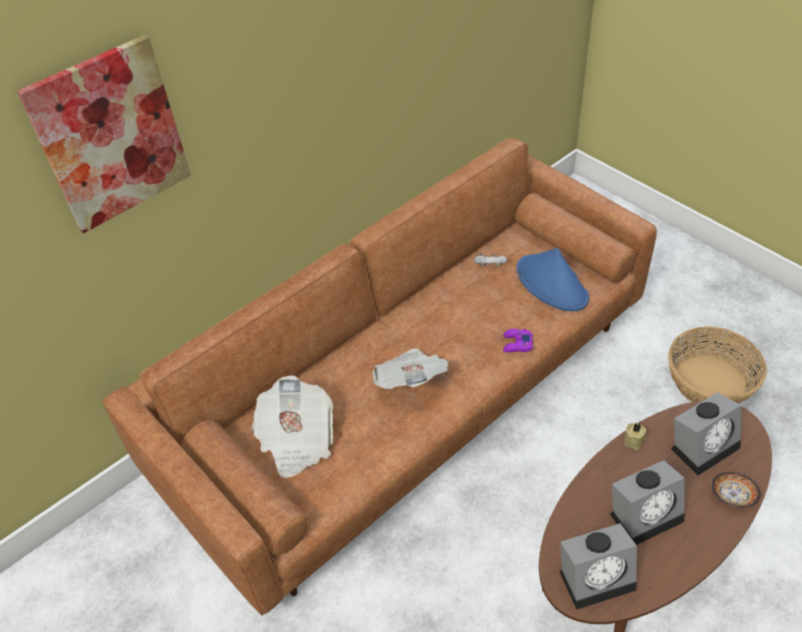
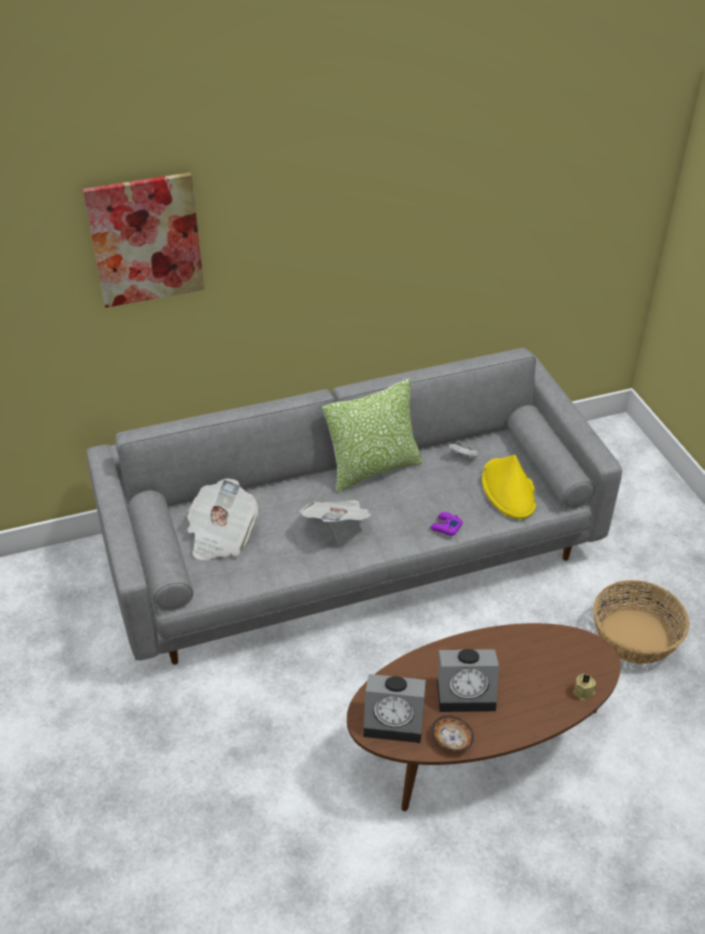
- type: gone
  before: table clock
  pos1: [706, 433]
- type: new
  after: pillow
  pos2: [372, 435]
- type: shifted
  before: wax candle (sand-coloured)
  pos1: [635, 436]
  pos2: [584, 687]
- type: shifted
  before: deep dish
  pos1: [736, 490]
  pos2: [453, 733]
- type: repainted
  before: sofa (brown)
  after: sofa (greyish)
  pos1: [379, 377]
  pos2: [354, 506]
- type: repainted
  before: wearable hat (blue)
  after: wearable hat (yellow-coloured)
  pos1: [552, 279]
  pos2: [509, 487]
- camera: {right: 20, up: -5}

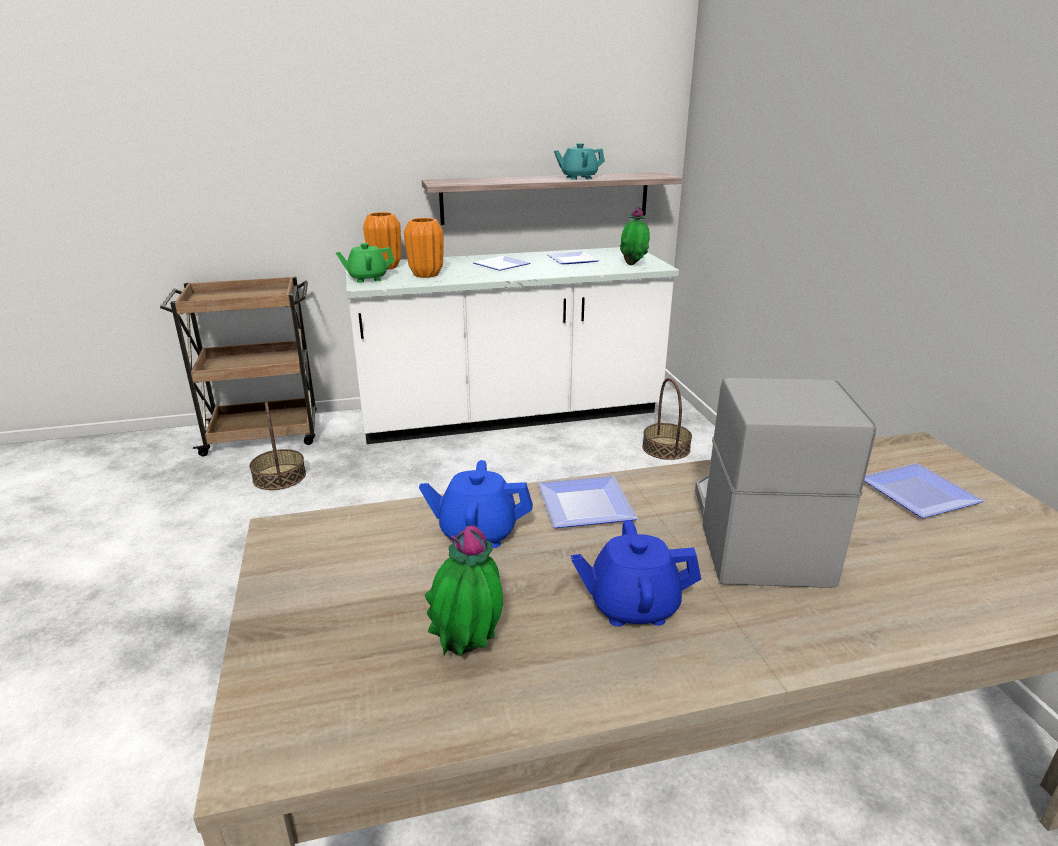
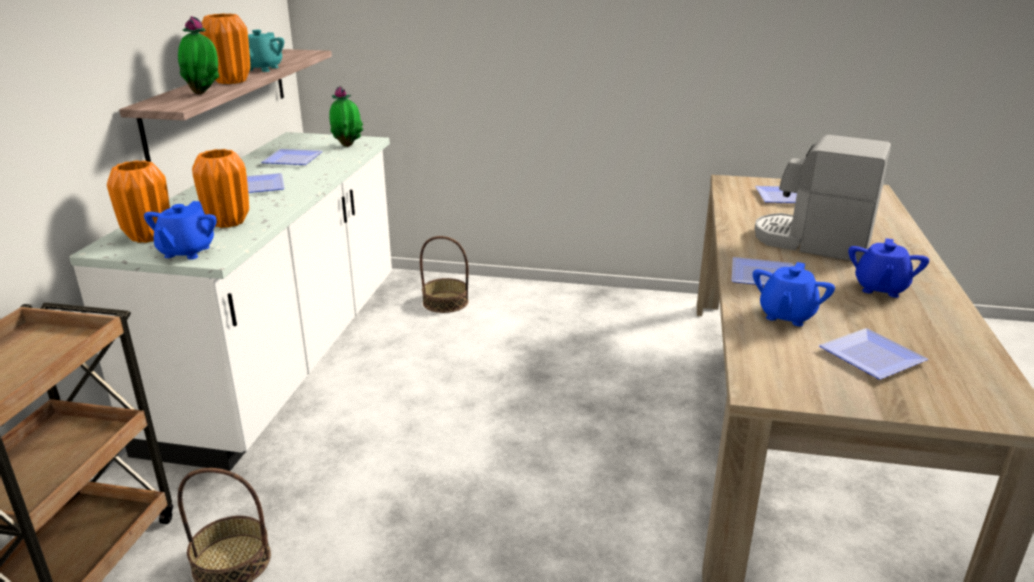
- type: new
  after: flower vase (orangey)
  pos2: [224, 49]
- type: new
  after: plate
  pos2: [873, 354]
- type: shifted
  before: plant in a pot
  pos1: [464, 590]
  pos2: [198, 55]
- type: repainted
  before: teapot (greenish)
  after: teapot (blue)
  pos1: [365, 263]
  pos2: [180, 230]
- camera: {right: -65, up: 0}

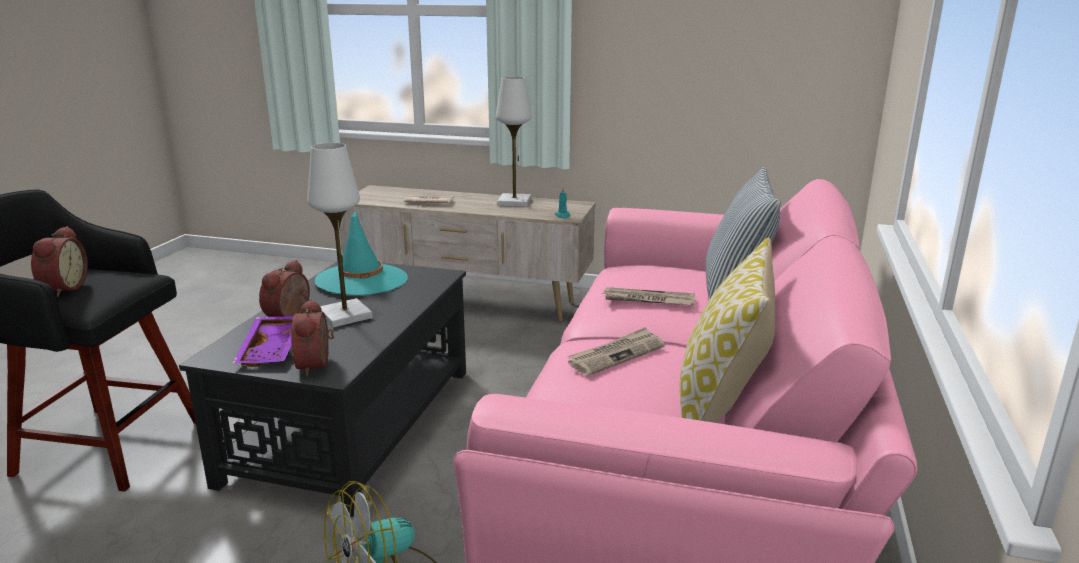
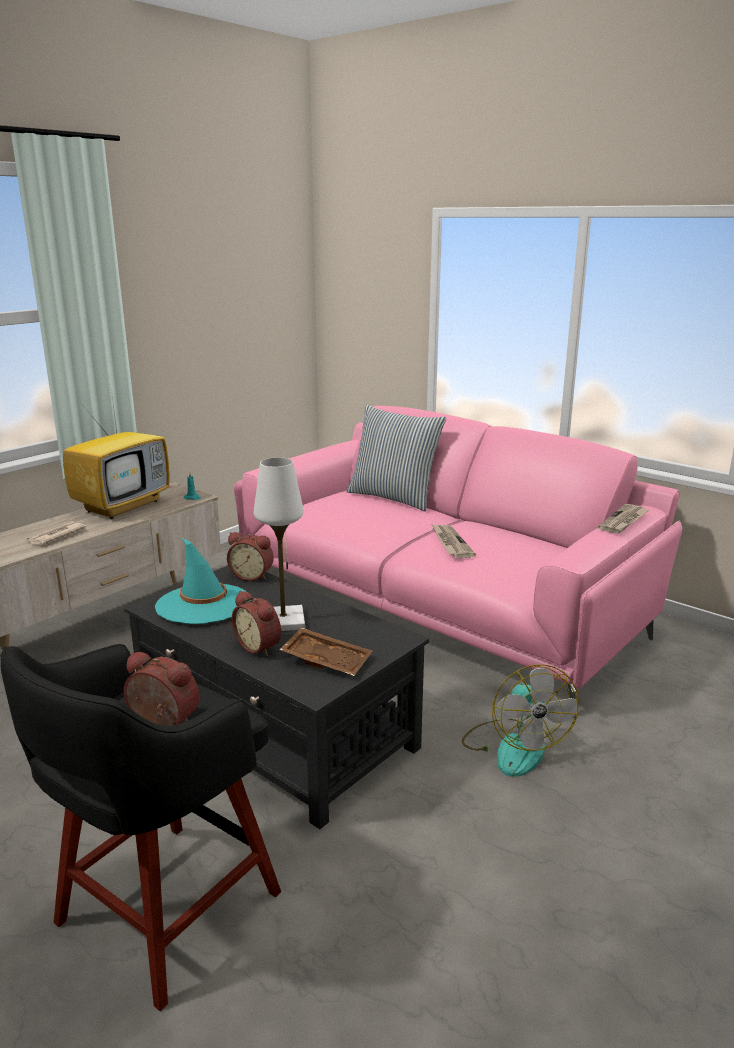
- type: gone
  before: pillow
  pos1: [727, 330]
- type: shifted
  before: table clock
  pos1: [312, 337]
  pos2: [250, 556]
- type: shifted
  before: newspaper
  pos1: [649, 296]
  pos2: [623, 519]
- type: swapped
  before: lamp for a table (white)
  after: TV
  pos1: [513, 141]
  pos2: [116, 454]
- type: repainted
  before: serving tray (purple)
  after: serving tray (brown)
  pos1: [263, 341]
  pos2: [326, 651]
- camera: {right: -65, up: 0}

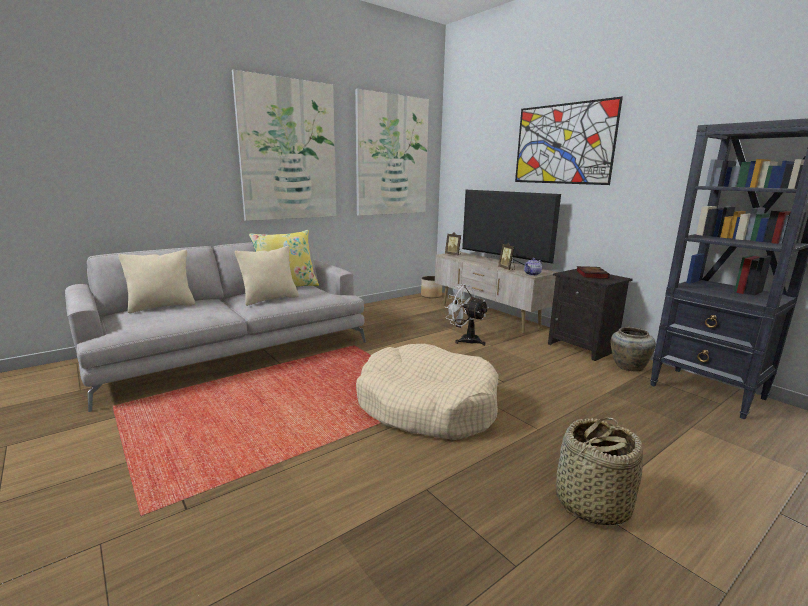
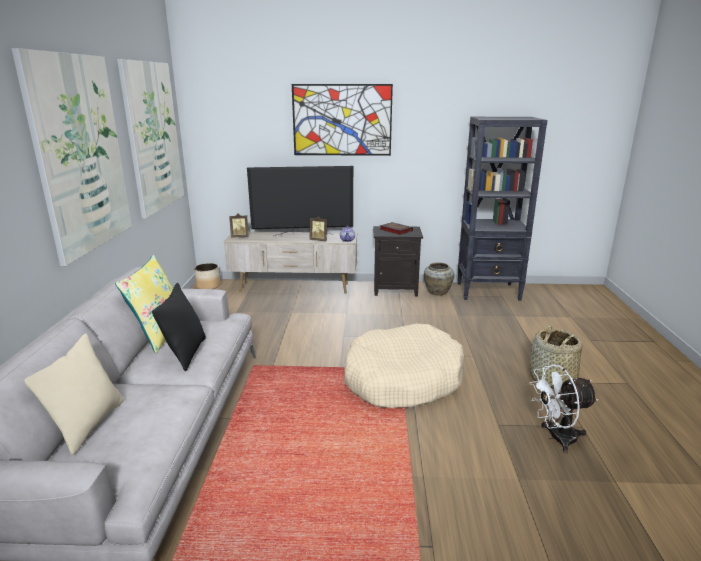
- type: shifted
  before: electric fan (white)
  pos1: [467, 315]
  pos2: [563, 408]
- type: repainted
  before: pillow (sand-coloured)
  after: pillow (black-coloured)
  pos1: [267, 276]
  pos2: [179, 327]
- camera: {right: -50, up: 5}

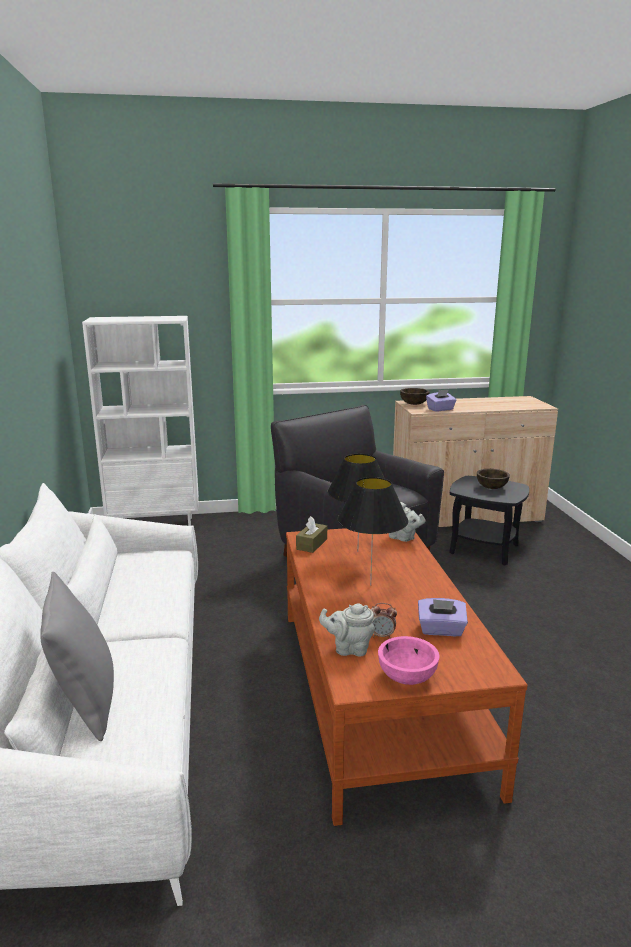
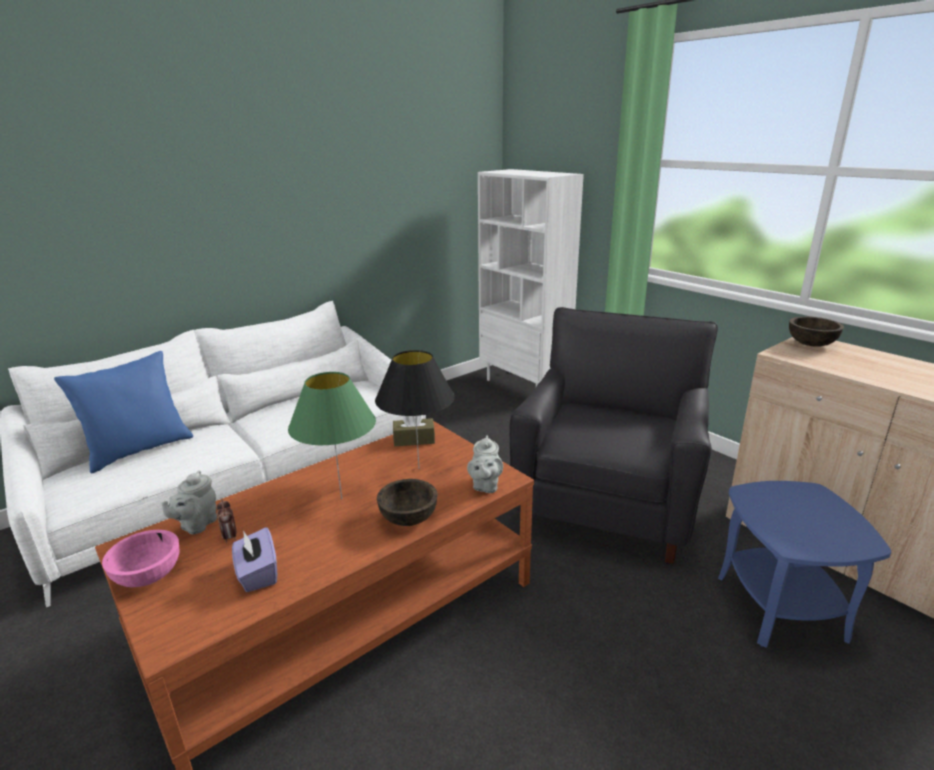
- type: gone
  before: tissue holder (purple)
  pos1: [441, 400]
- type: shifted
  before: deep dish (brown)
  pos1: [493, 479]
  pos2: [407, 502]
- type: repainted
  before: pillow (greyish)
  after: pillow (blue)
  pos1: [77, 656]
  pos2: [123, 412]
- type: repainted
  before: lamp for a table (black-coloured)
  after: lamp for a table (greenish)
  pos1: [372, 531]
  pos2: [332, 436]
- type: repainted
  before: side table (black-coloured)
  after: side table (blue)
  pos1: [489, 520]
  pos2: [804, 564]
- type: rotated
  before: teapot (greyish)
  pos1: [347, 630]
  pos2: [189, 502]
  turn: -135
- camera: {right: 60, up: 5}

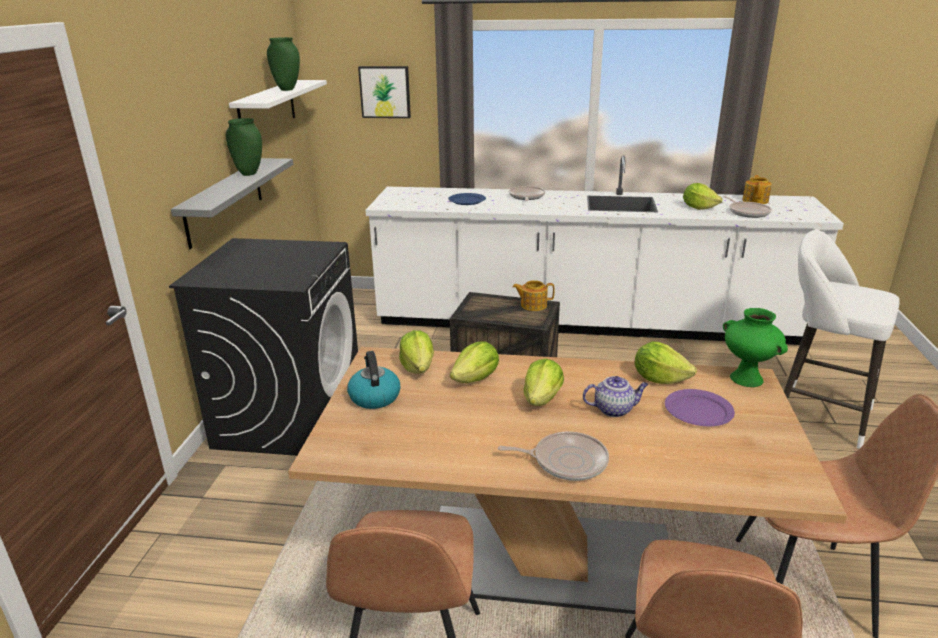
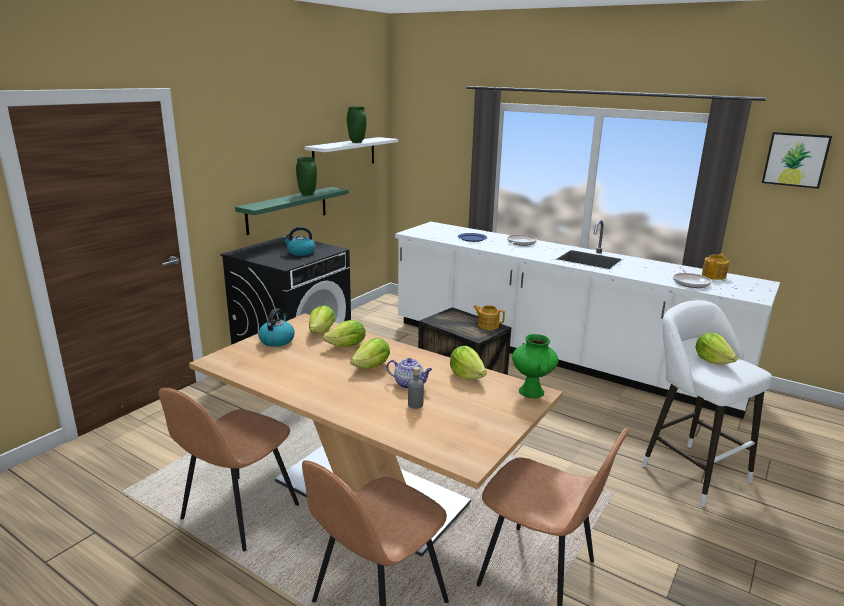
- type: gone
  before: skillet
  pos1: [553, 456]
- type: gone
  before: plate (purple)
  pos1: [700, 407]
- type: new
  after: tea kettle
  pos2: [298, 241]
- type: new
  after: drink bottle (greyish)
  pos2: [416, 388]
- type: shifted
  before: wall art
  pos1: [384, 92]
  pos2: [797, 160]
- type: shifted
  before: lettuce head
  pos1: [702, 196]
  pos2: [716, 348]
- type: repainted
  before: bracket shelf (greyish)
  after: bracket shelf (greenish)
  pos1: [232, 203]
  pos2: [292, 211]
- camera: {right: 25, up: -5}

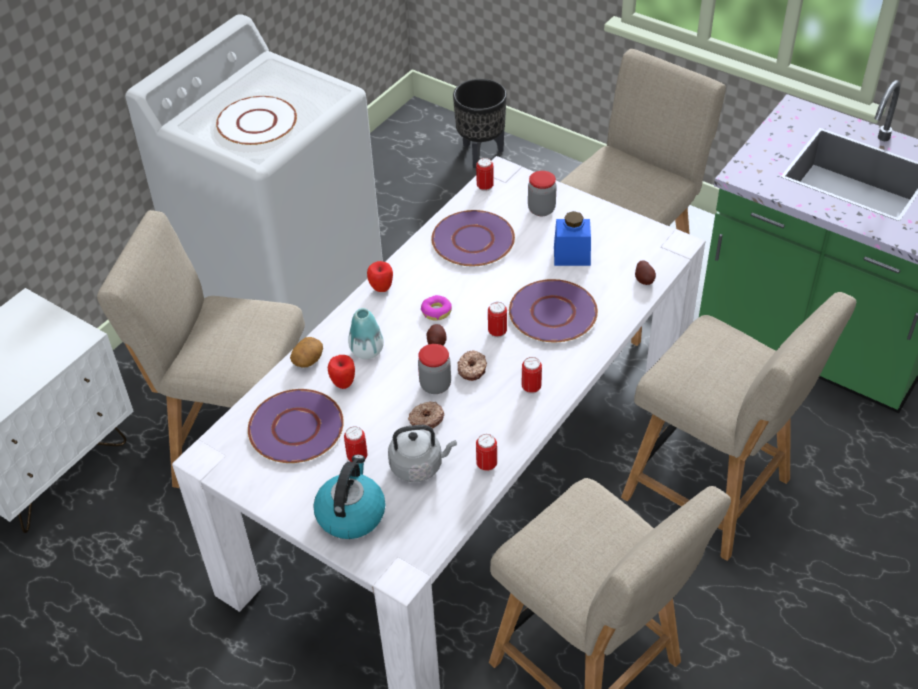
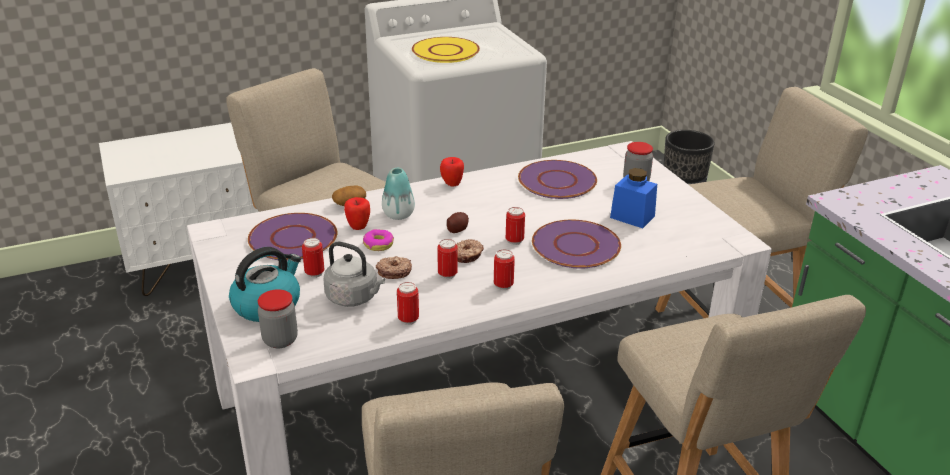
- type: gone
  before: whole potato
  pos1: [645, 272]
- type: shifted
  before: jar
  pos1: [434, 369]
  pos2: [278, 319]
- type: shifted
  before: ring doughnut
  pos1: [436, 307]
  pos2: [378, 240]
- type: shifted
  before: sealed can
  pos1: [485, 174]
  pos2: [447, 259]
- type: repainted
  before: plate (white)
  after: plate (yellow-coloured)
  pos1: [256, 121]
  pos2: [446, 50]
- camera: {right: 30, up: -15}

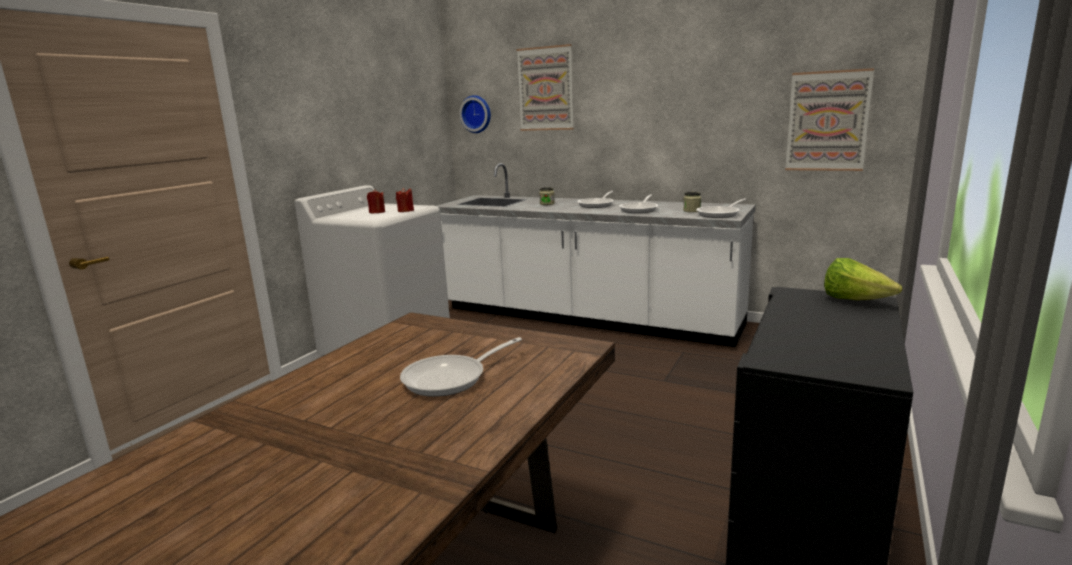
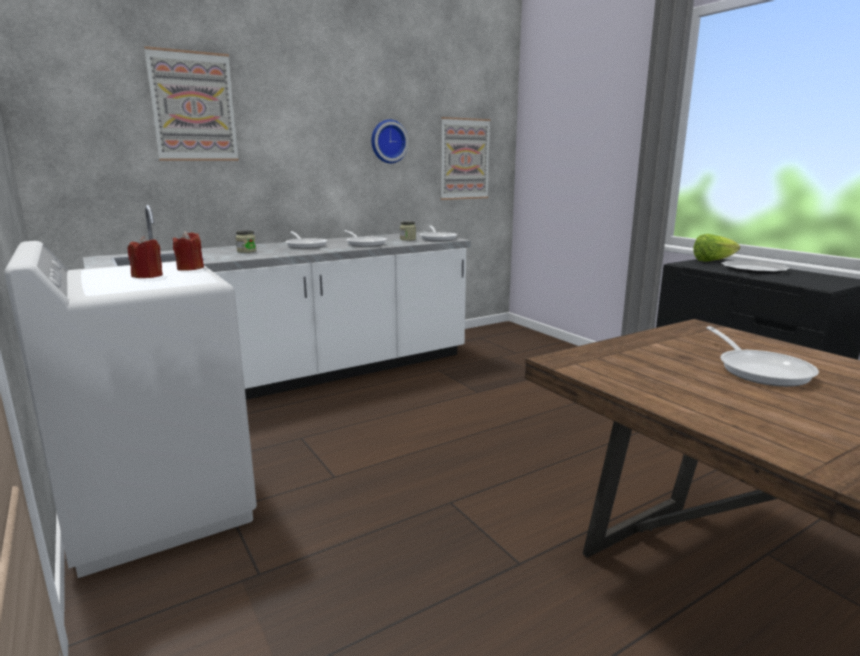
- type: new
  after: plate
  pos2: [755, 267]
- type: shifted
  before: clock on the wall
  pos1: [475, 114]
  pos2: [390, 141]
- camera: {right: -60, up: 0}

